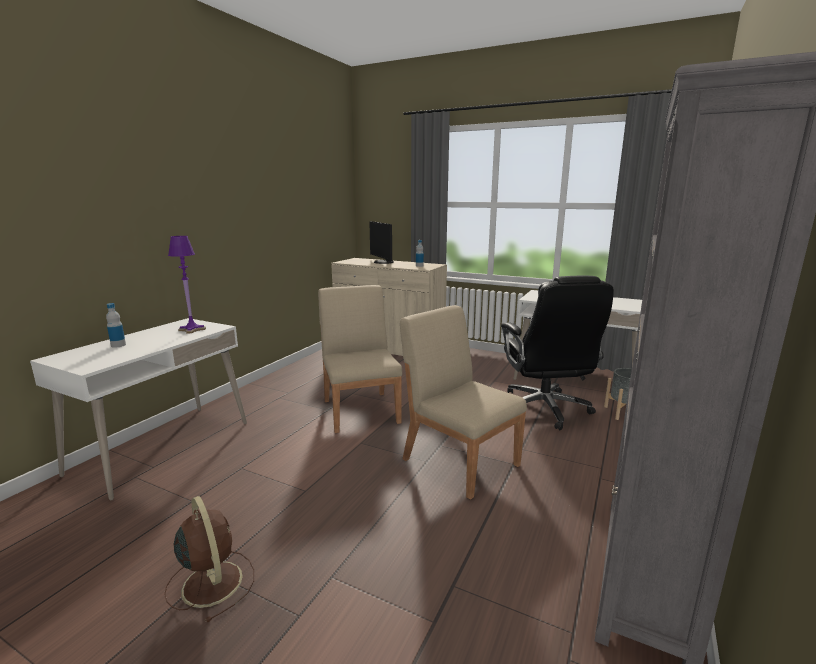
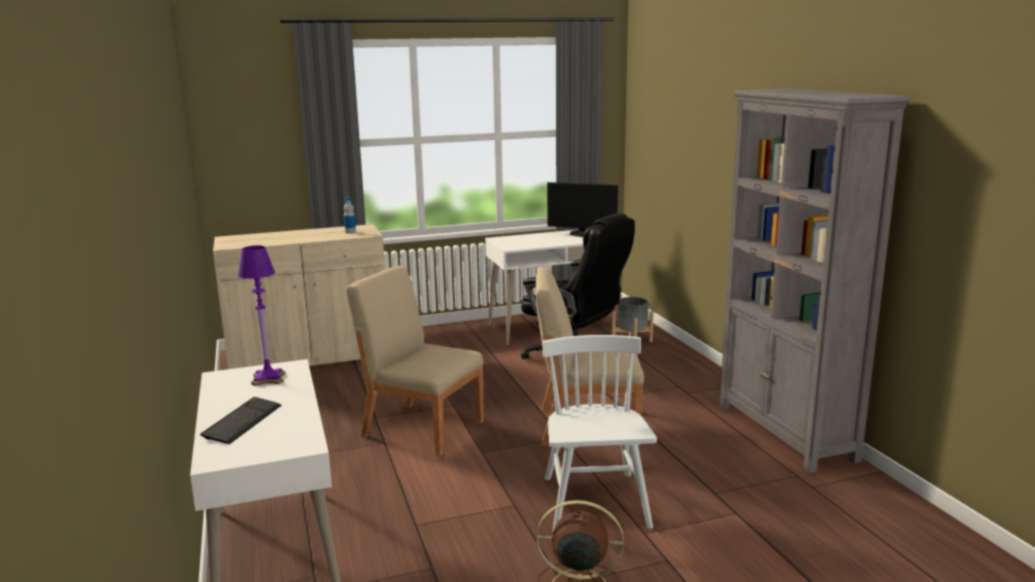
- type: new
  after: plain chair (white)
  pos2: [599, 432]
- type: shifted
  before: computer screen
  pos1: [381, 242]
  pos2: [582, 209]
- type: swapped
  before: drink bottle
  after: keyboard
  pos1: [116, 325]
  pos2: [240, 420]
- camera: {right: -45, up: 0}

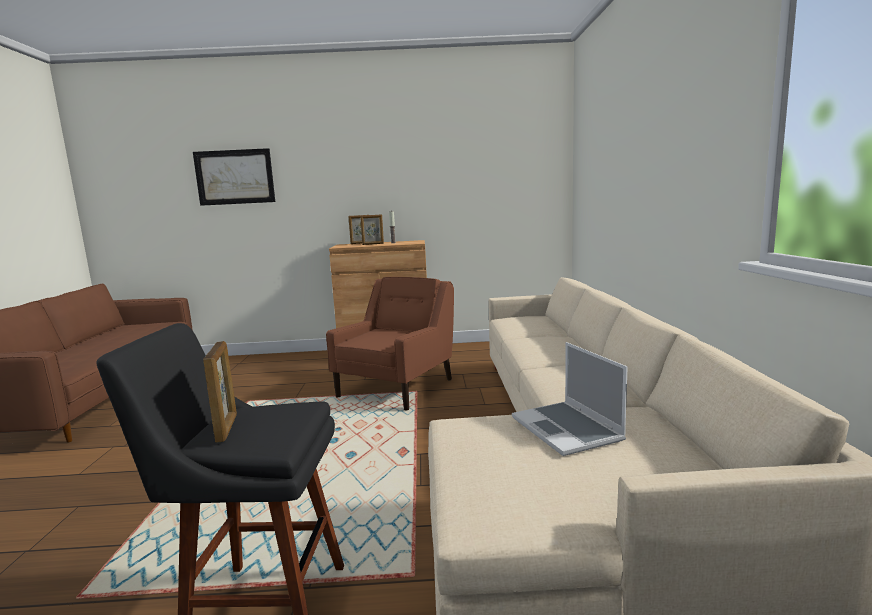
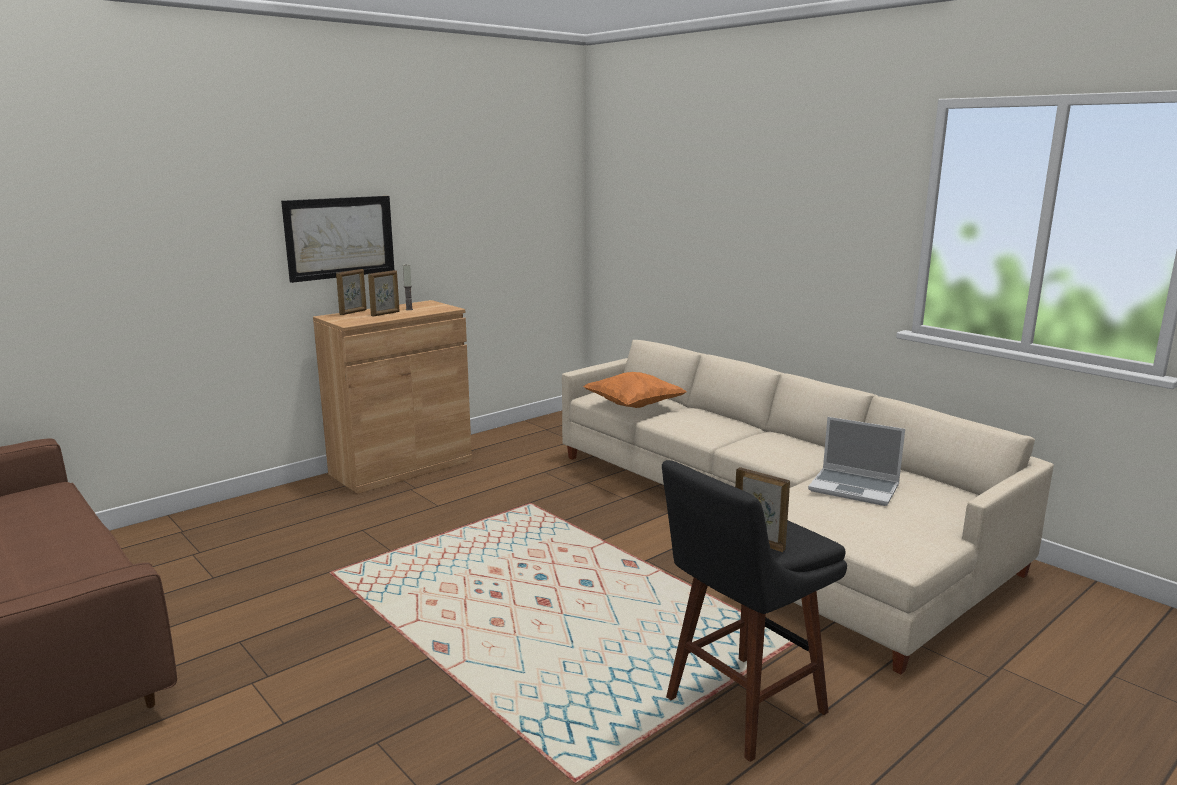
- type: gone
  before: lounge chair (brown)
  pos1: [390, 343]
- type: new
  after: pillow (orangey)
  pos2: [635, 390]
- type: shifted
  before: wall art
  pos1: [234, 177]
  pos2: [337, 239]
- camera: {right: -40, up: 5}

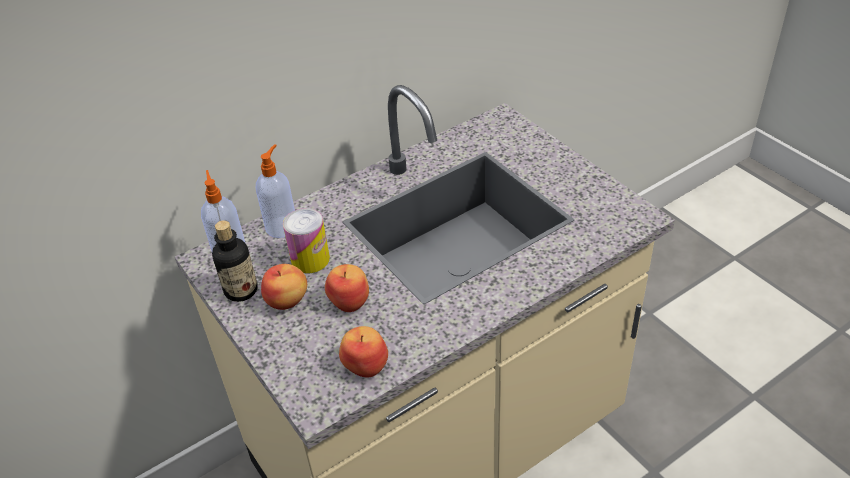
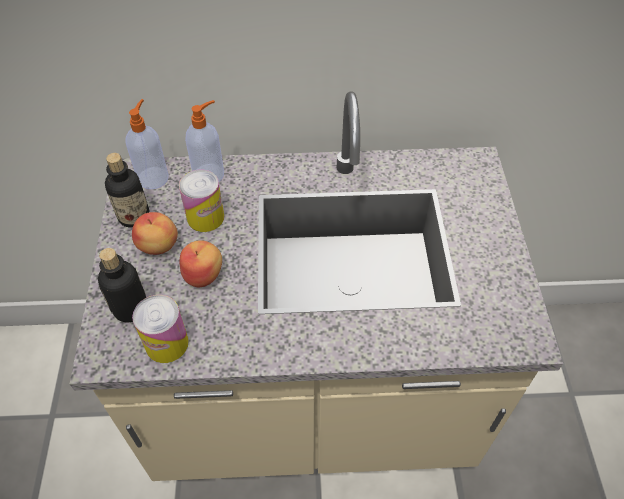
- type: new
  after: drink bottle
  pos2: [122, 285]
- type: swapped
  before: whole apple
  after: sealed can
  pos1: [363, 352]
  pos2: [160, 329]
- camera: {right: 30, up: 10}

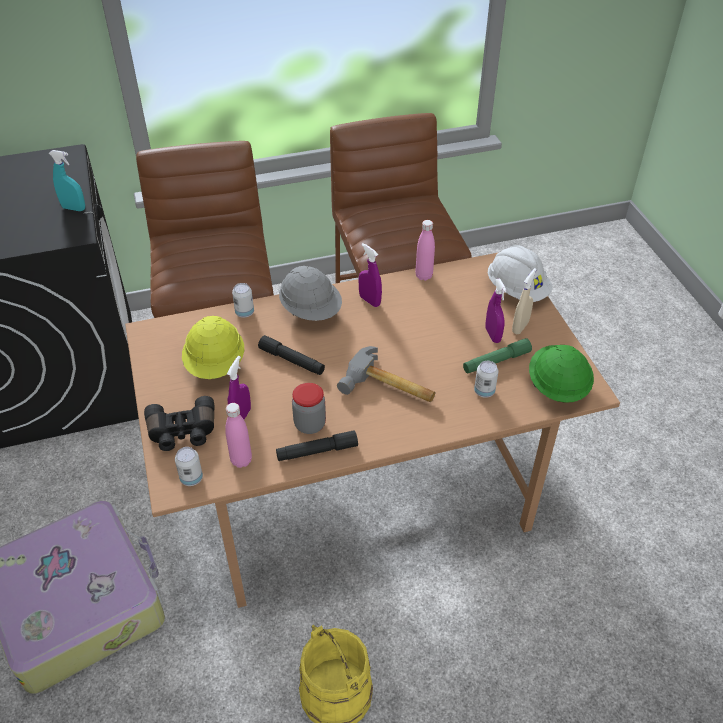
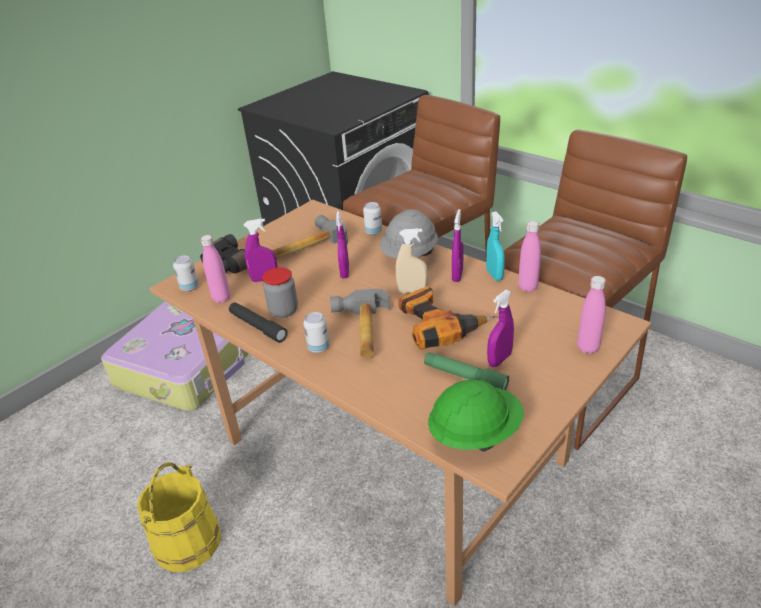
- type: new
  after: power drill
  pos2: [448, 318]
- type: shifted
  before: sprayer (blue-green)
  pos1: [67, 180]
  pos2: [495, 246]
- type: shifted
  before: sealed can
  pos1: [486, 379]
  pos2: [316, 332]
- type: shifted
  before: sprayer (sand-coloured)
  pos1: [524, 301]
  pos2: [412, 260]
- type: swapped
  before: work helmet (yellow-coloured)
  after: tool hammer
  pos1: [213, 347]
  pos2: [310, 237]
- type: swapped
  before: hand torch (black-coloured)
  after: sprayer (purple)
  pos1: [291, 355]
  pos2: [342, 244]
- type: swapped
  before: work helmet (white)
  after: drink bottle (pink)
  pos1: [520, 273]
  pos2: [591, 315]
- camera: {right: 60, up: -10}

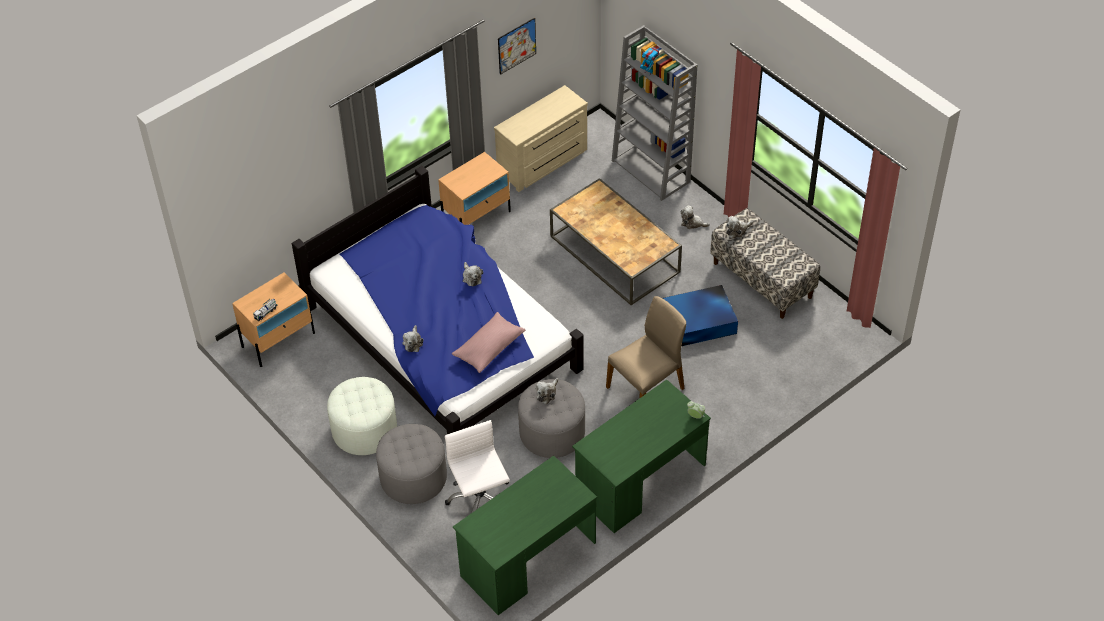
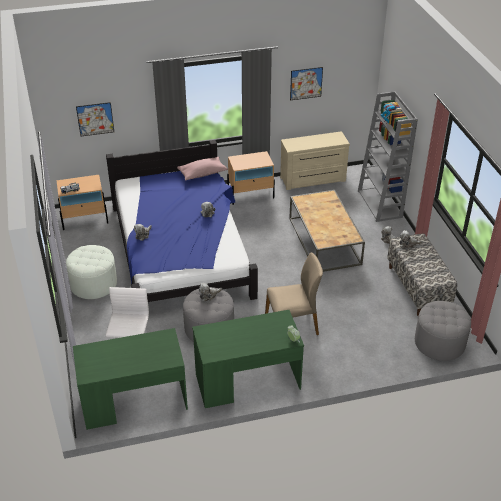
- type: gone
  before: storage box (blue)
  pos1: [700, 315]
- type: new
  after: wall art
  pos2: [95, 119]
- type: shifted
  before: pouffe (greyish)
  pos1: [411, 464]
  pos2: [443, 331]
- type: shifted
  before: pillow (pink)
  pos1: [488, 342]
  pos2: [202, 168]
- camera: {right: 25, up: -10}

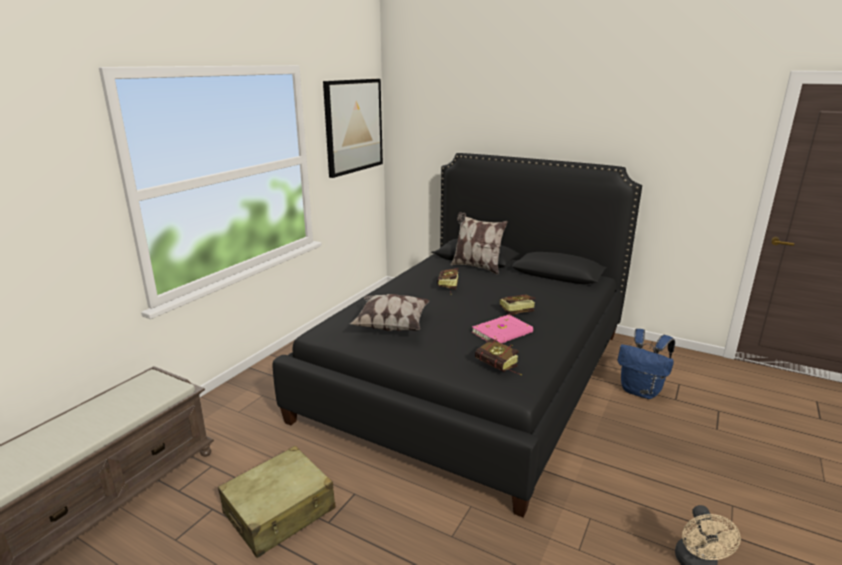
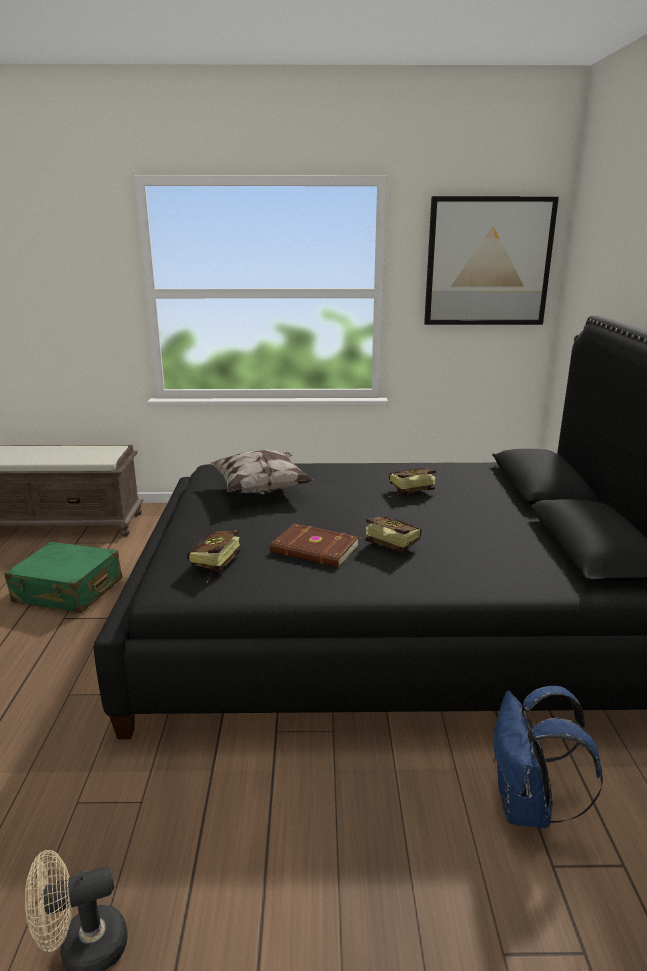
- type: gone
  before: pillow
  pos1: [479, 243]
- type: repainted
  before: travel case (sand-coloured)
  after: travel case (greenish)
  pos1: [277, 502]
  pos2: [63, 577]
- type: repainted
  before: bound book (pink)
  after: bound book (brown)
  pos1: [502, 329]
  pos2: [314, 545]
- camera: {right: 60, up: 0}

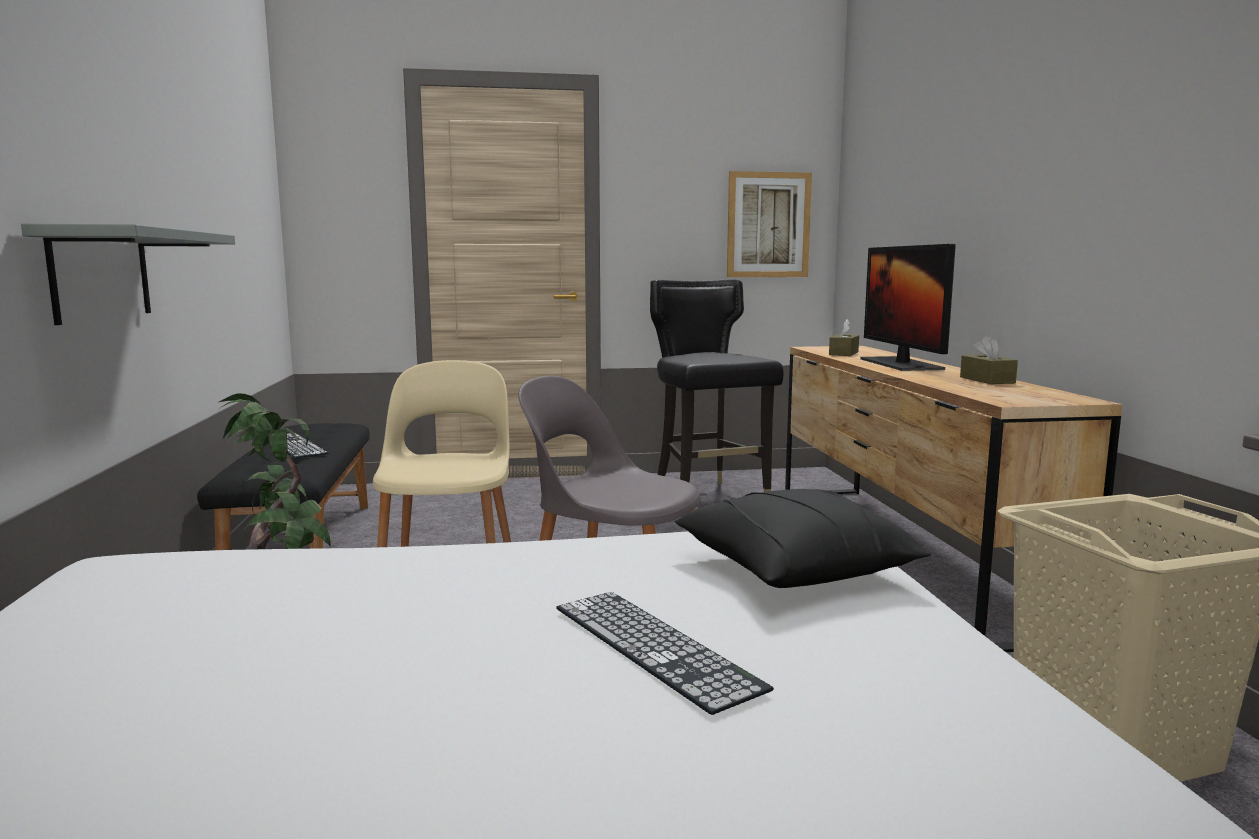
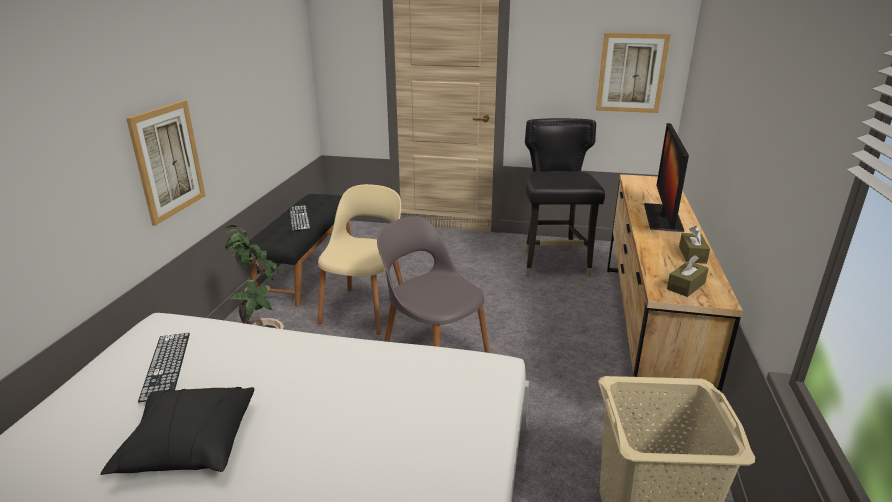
- type: shifted
  before: keyboard
  pos1: [665, 653]
  pos2: [164, 368]
- type: shifted
  before: pillow (black-coloured)
  pos1: [803, 538]
  pos2: [177, 431]
- type: shifted
  before: tissue holder (brown)
  pos1: [844, 337]
  pos2: [688, 276]
- type: swapped
  before: bracket shelf (greyish)
  after: wall art
  pos1: [128, 274]
  pos2: [166, 163]
- camera: {right: 20, up: 15}

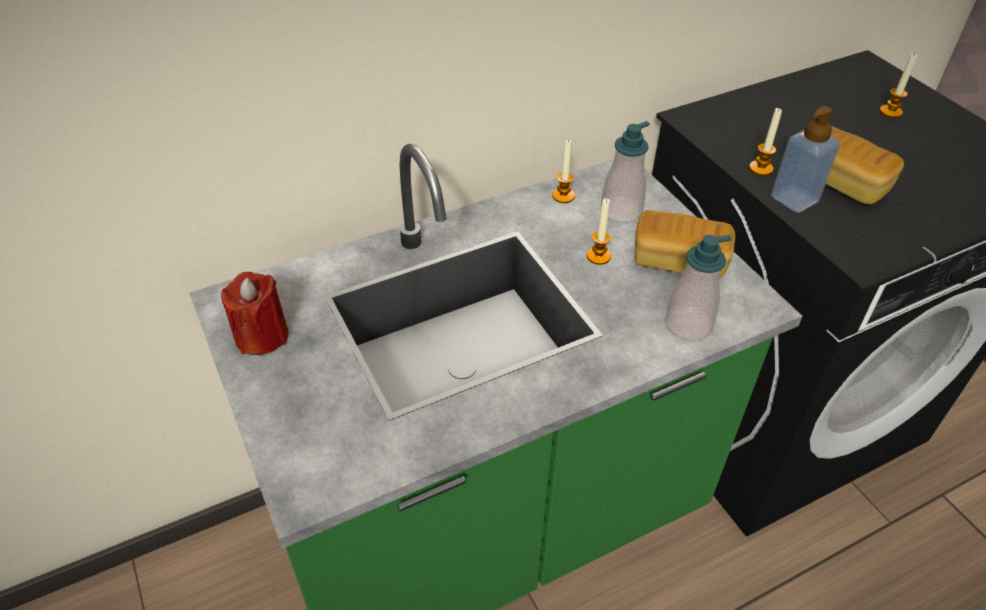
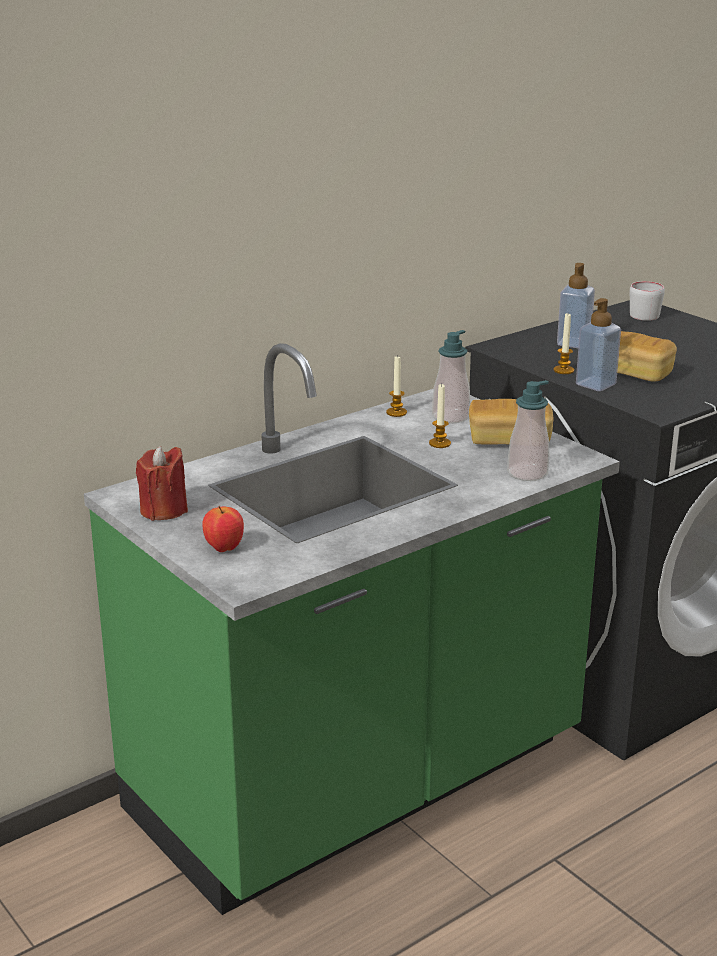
- type: gone
  before: wax candle
  pos1: [899, 86]
- type: new
  after: whole apple
  pos2: [223, 529]
- type: new
  after: soap bottle
  pos2: [576, 305]
- type: new
  after: mug (greyish)
  pos2: [647, 301]
- camera: {right: -10, up: -20}

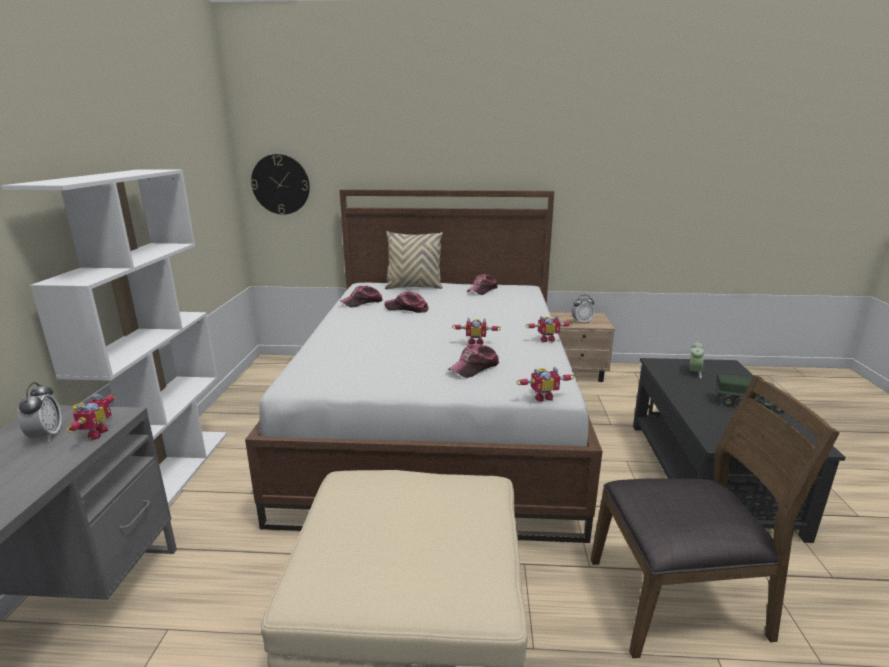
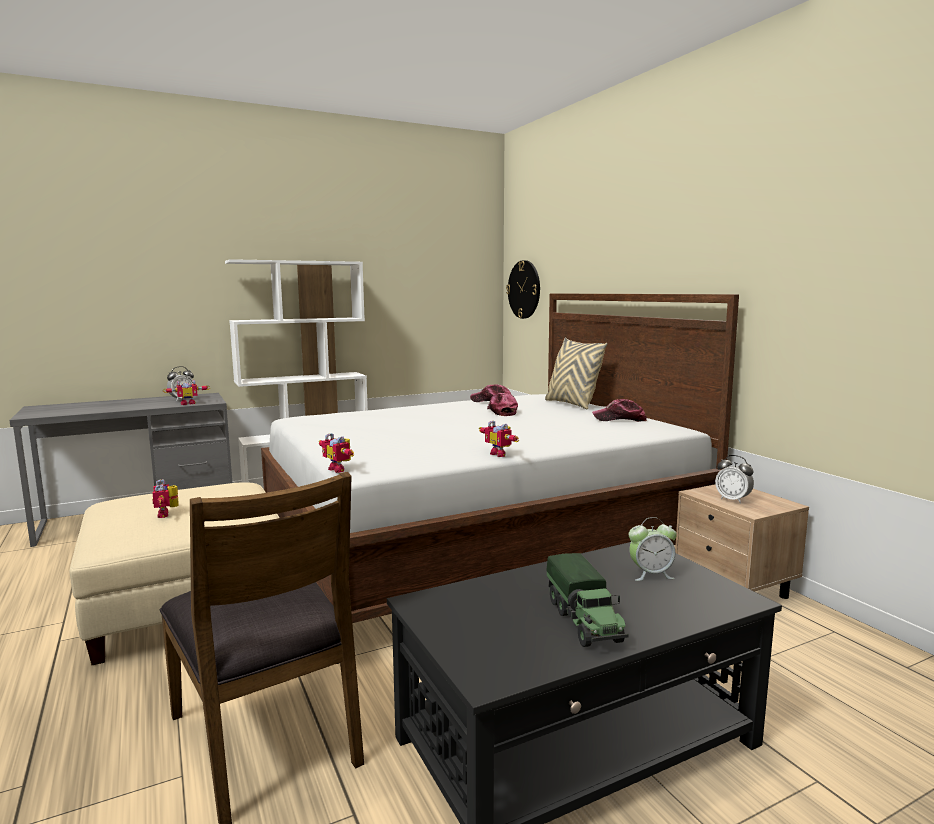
- type: gone
  before: baseball cap
  pos1: [473, 361]
- type: shifted
  before: model robot
  pos1: [476, 331]
  pos2: [165, 498]
- camera: {right: 60, up: -10}

